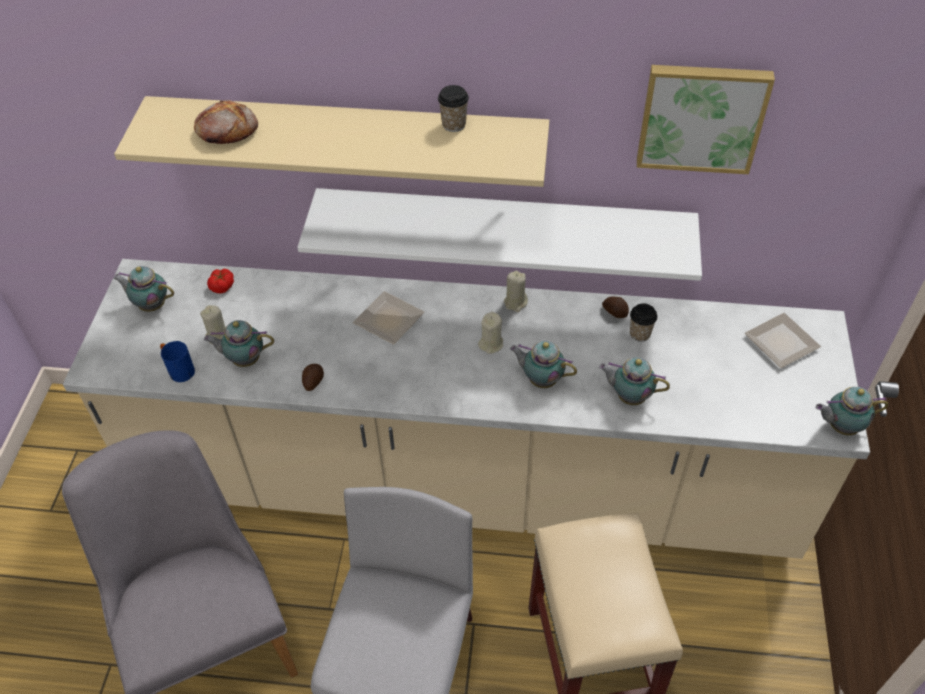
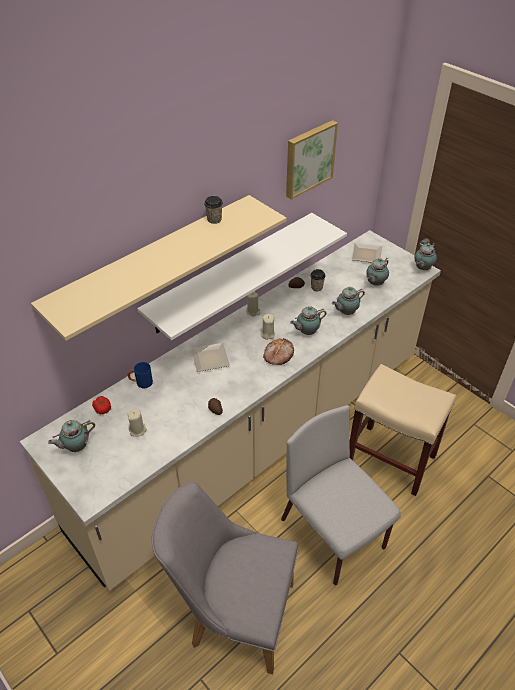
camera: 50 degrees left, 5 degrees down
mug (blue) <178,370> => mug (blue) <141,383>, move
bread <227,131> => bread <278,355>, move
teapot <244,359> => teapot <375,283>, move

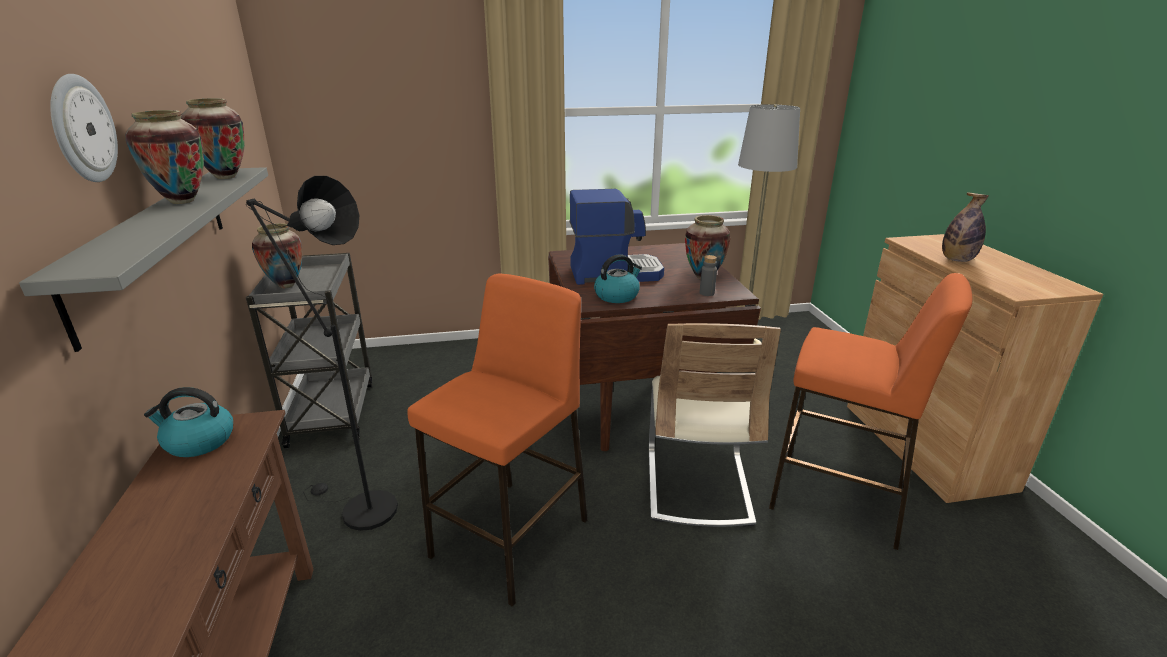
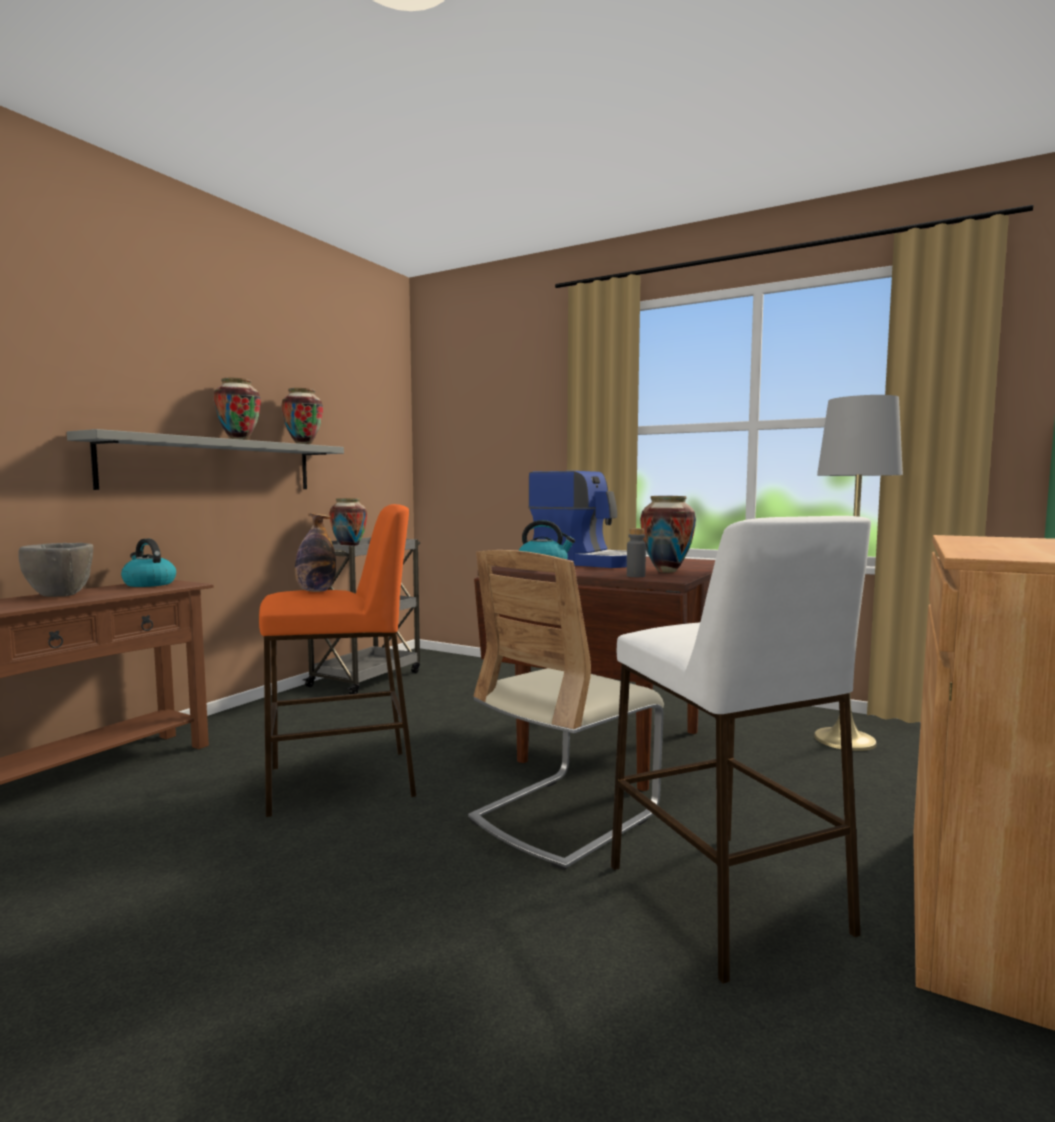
camera: 40 degrees right, 20 degrees down
nothing => bowl (grey) <60,596>
bottle <957,260> => bottle <315,591>, move
stool (orange) <838,497> => stool (white) <726,899>
wall clock <82,129> => nothing
floor lamp (black) <360,509> => nothing

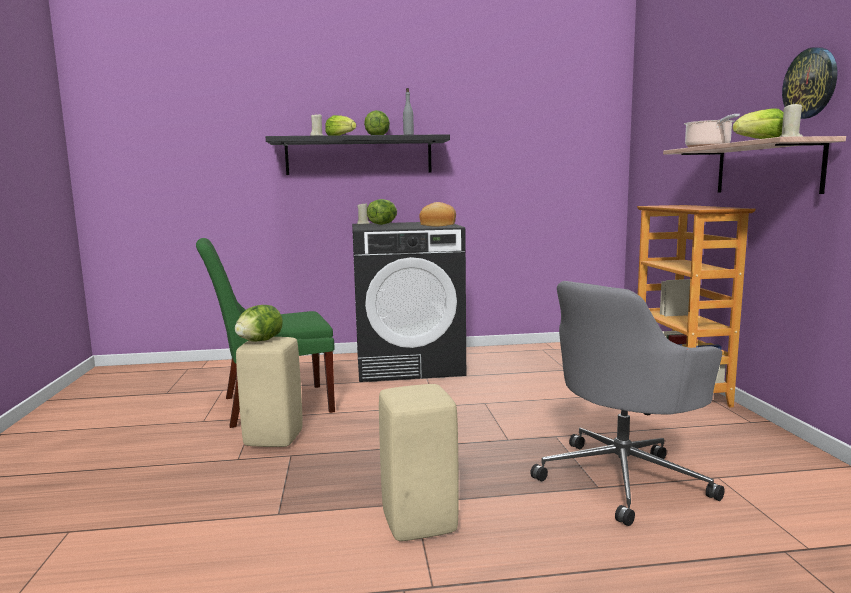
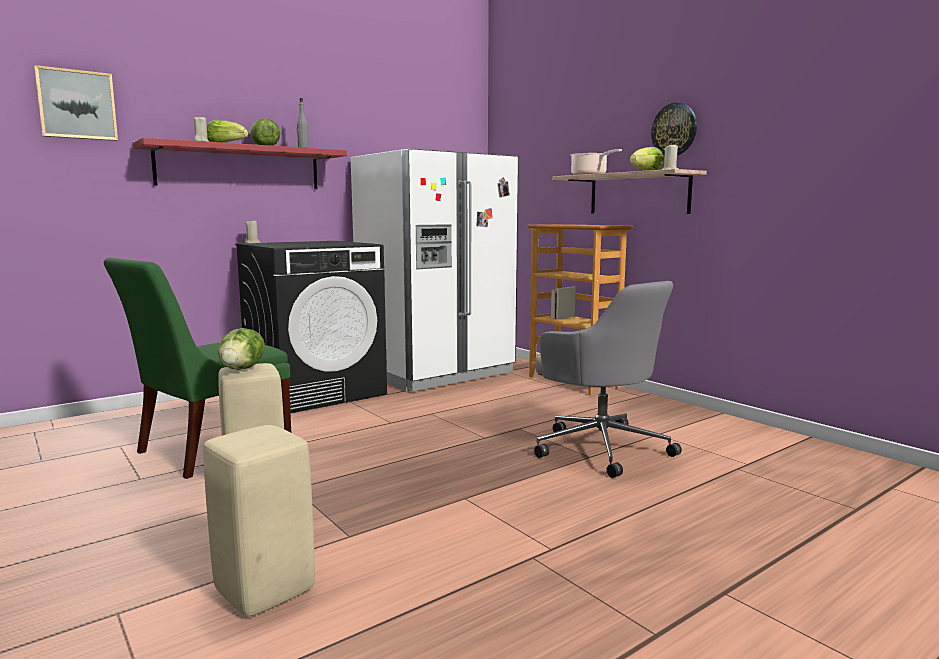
camera: 30 degrees left, 0 degrees up
nothing => picture <77,105>
shelf (black) <359,156> => shelf (red) <240,168>
stool (beige) <418,524> => stool (beige) <264,592>, move
nothing => fridge (white) <436,372>
office chair (grey) <623,478> => office chair (grey) <600,447>, 60 degrees counterclockwise
lettuce <383,224> => nothing
bread <437,225> => nothing

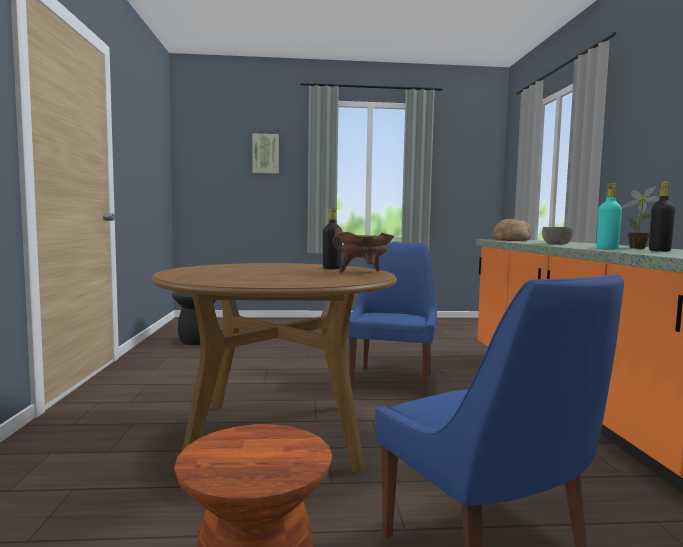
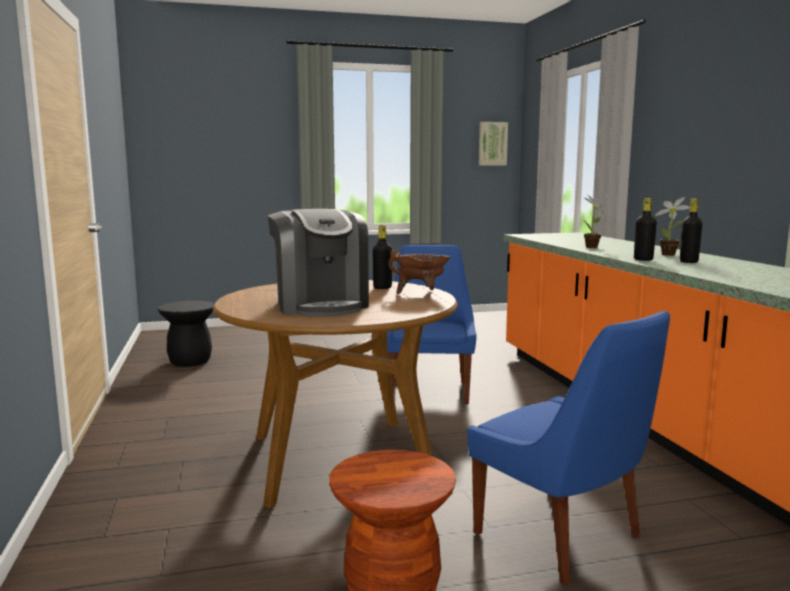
camera: 10 degrees left, 5 degrees up
nothing => coffee machine <320,305>
picture <265,154> => picture <492,144>, move
bowl (grey) <556,244> => potted plant <592,247>
bottle (turquoise) <607,249> => bottle (black) <643,260>
bread <511,240> => nothing

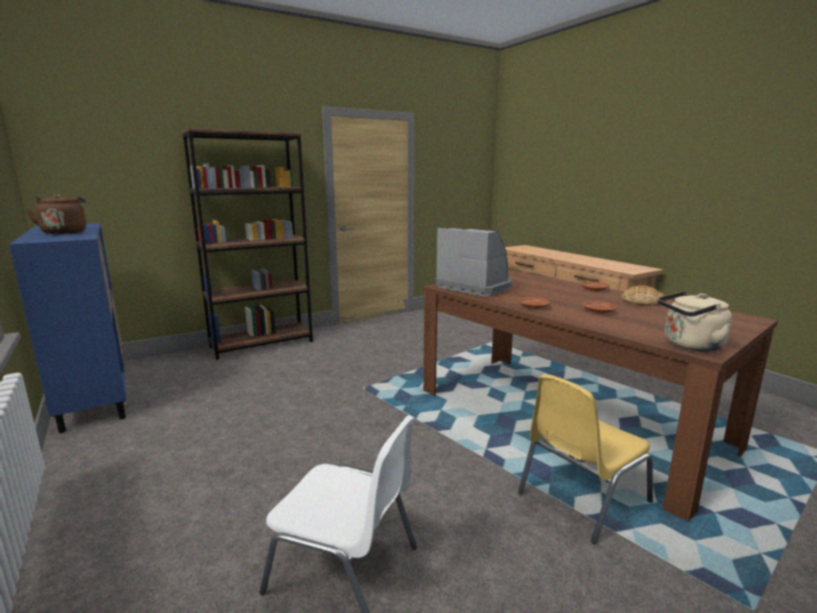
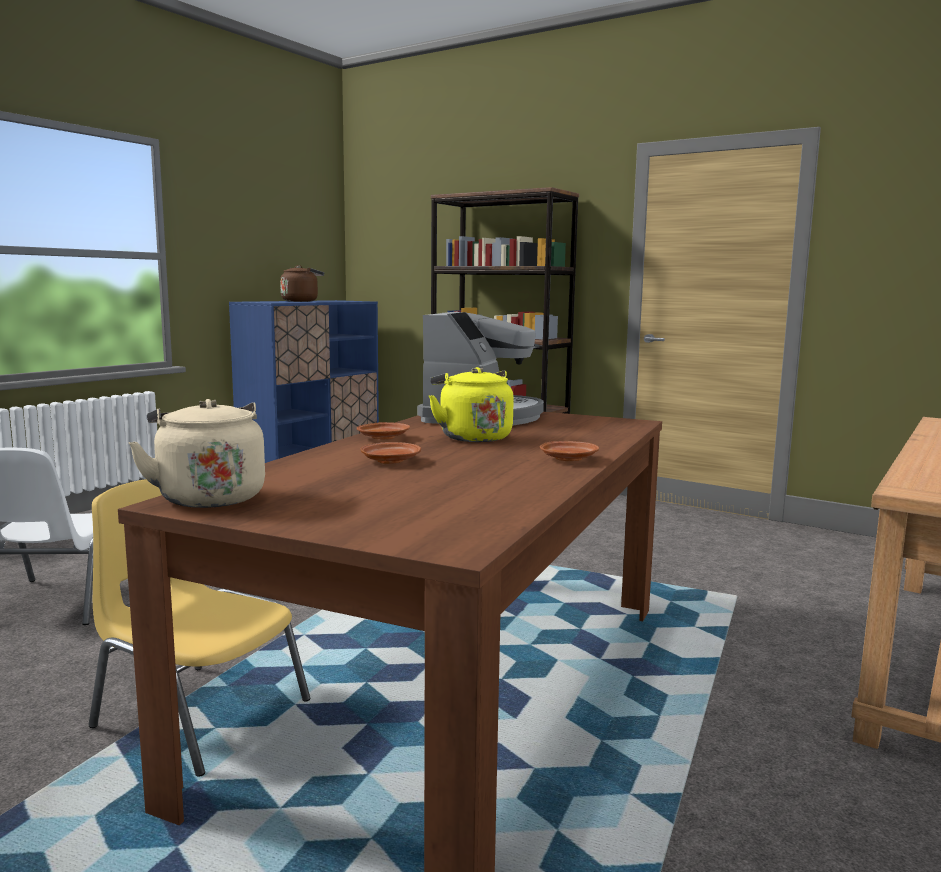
camera: 65 degrees right, 5 degrees down
nothing => kettle (yellow) <472,437>
bread <642,301> => nothing

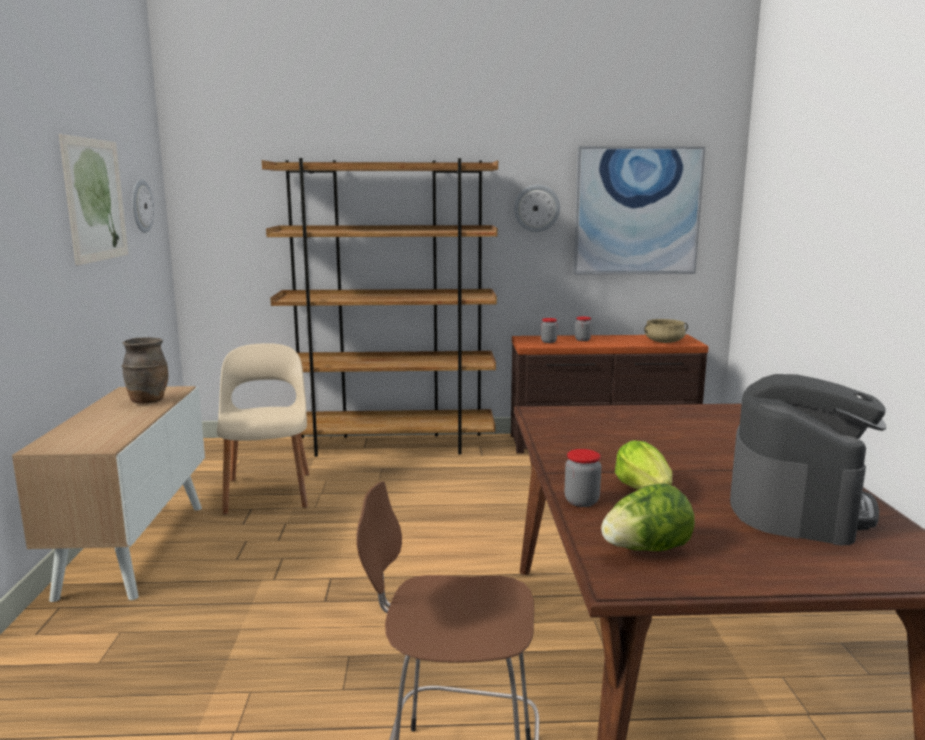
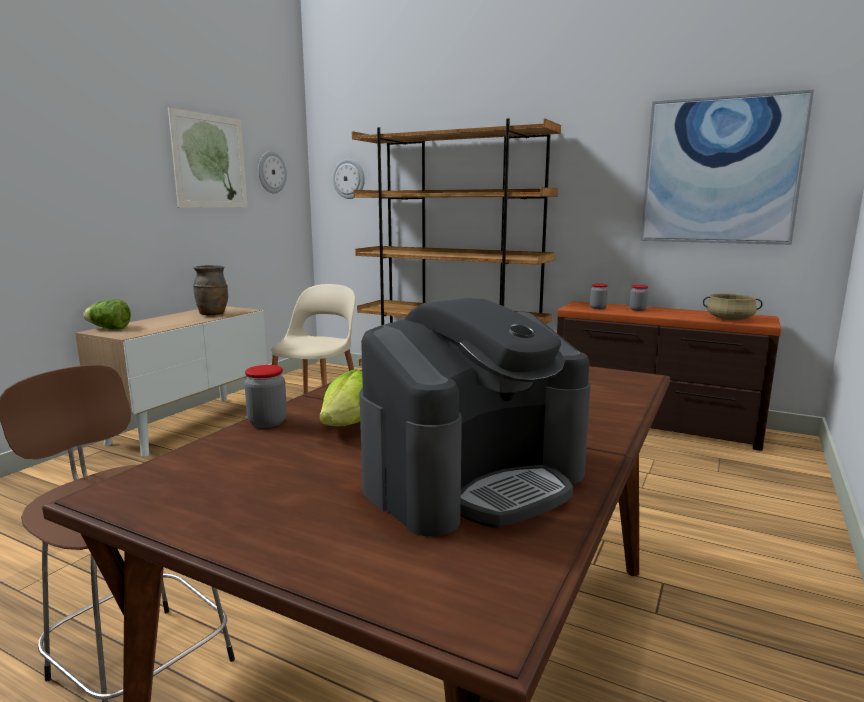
camera: 30 degrees right, 0 degrees up
lettuce <646,550> => lettuce <109,329>, move
wall clock <536,208> => wall clock <349,179>, move

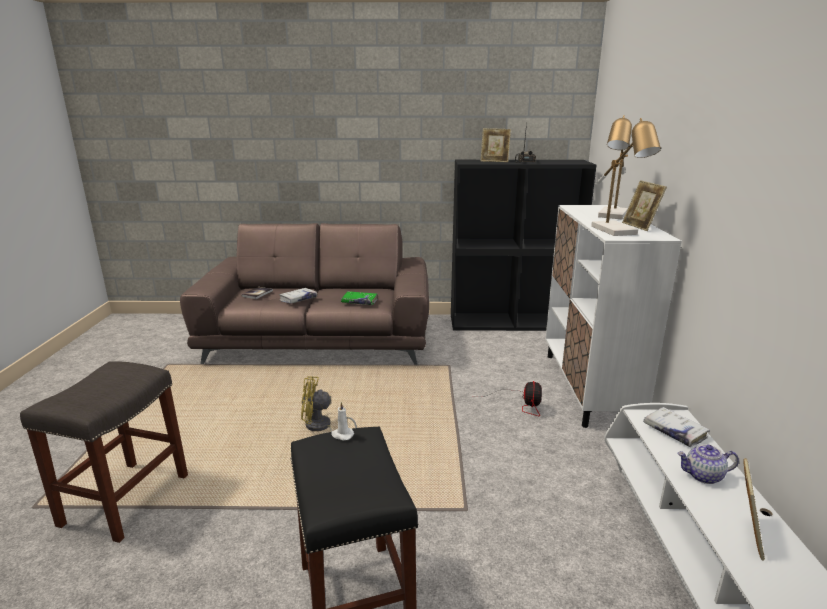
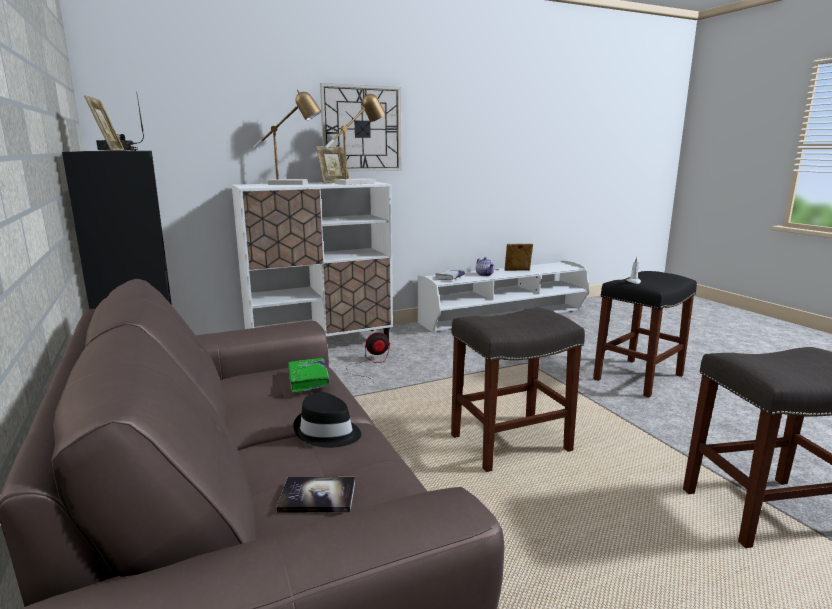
camera: 115 degrees left, 5 degrees down
book (white) <298,299> => hat (black) <327,432>
nothing => wall clock <362,129>
fan (yellow) <321,428> => stool (grey) <511,442>

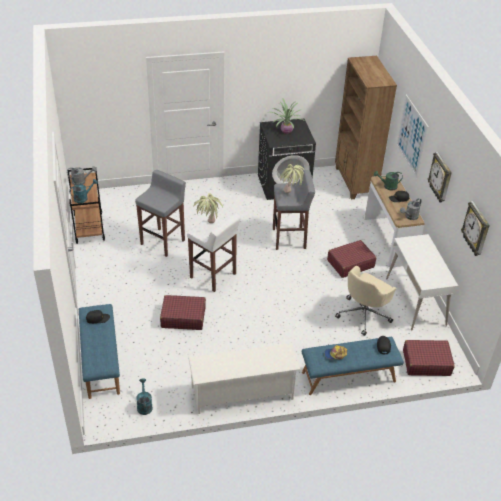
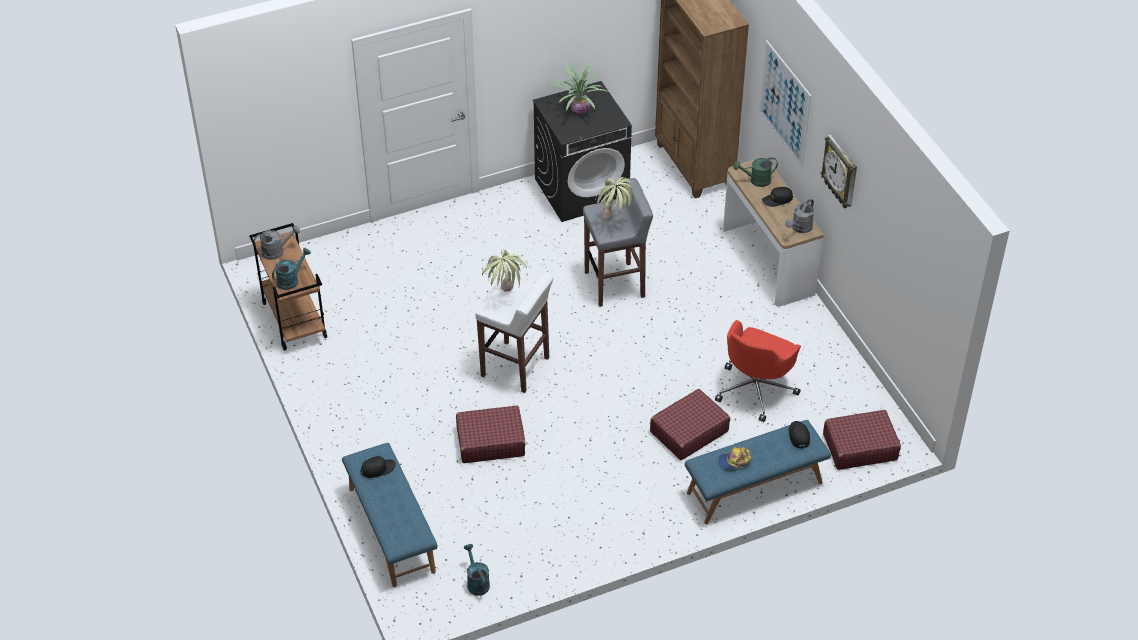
camera: 10 degrees left, 5 degrees up
suitcase (red) <350,264> => suitcase (red) <688,431>, move
office chair (beige) <364,314> => office chair (red) <756,389>
stool (grey) <163,242> => nothing
shoe rack (white) <242,393> => nothing
desk (white) <415,301> => nothing
wall clock <476,229> => nothing

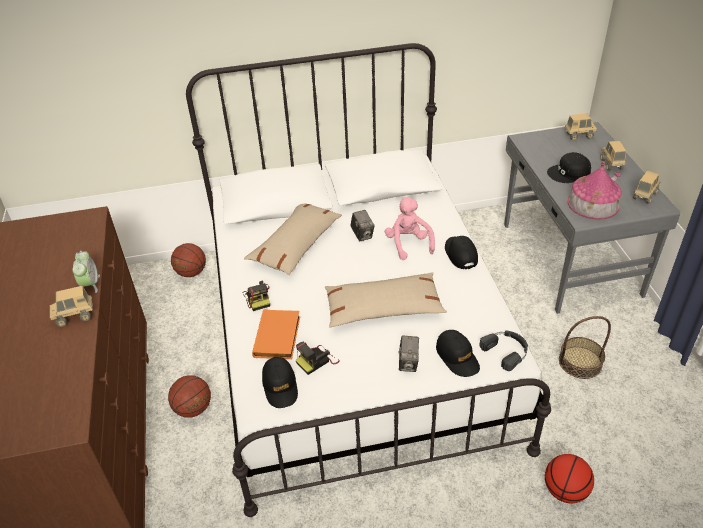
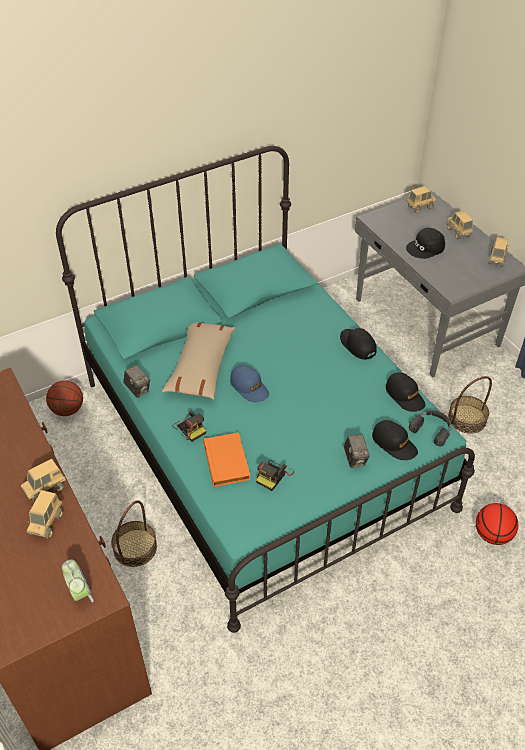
camera: 20 degrees left, 5 degrees up
nothing => toy truck <47,524>
bed (white) <355,339> => bed (turquoise) <262,442>
alarm clock <90,284> => alarm clock <80,592>, move
basketball <193,409> => basket <135,547>
photo camera <362,235> => photo camera <138,389>, move
nothing => cap (blue) <249,387>
cap (black) <280,386> => cap (black) <405,396>, move
pillow (beige) <383,308> => nothing
plush toy (pink) <408,244> => nothing
toy house <593,203> => nothing

